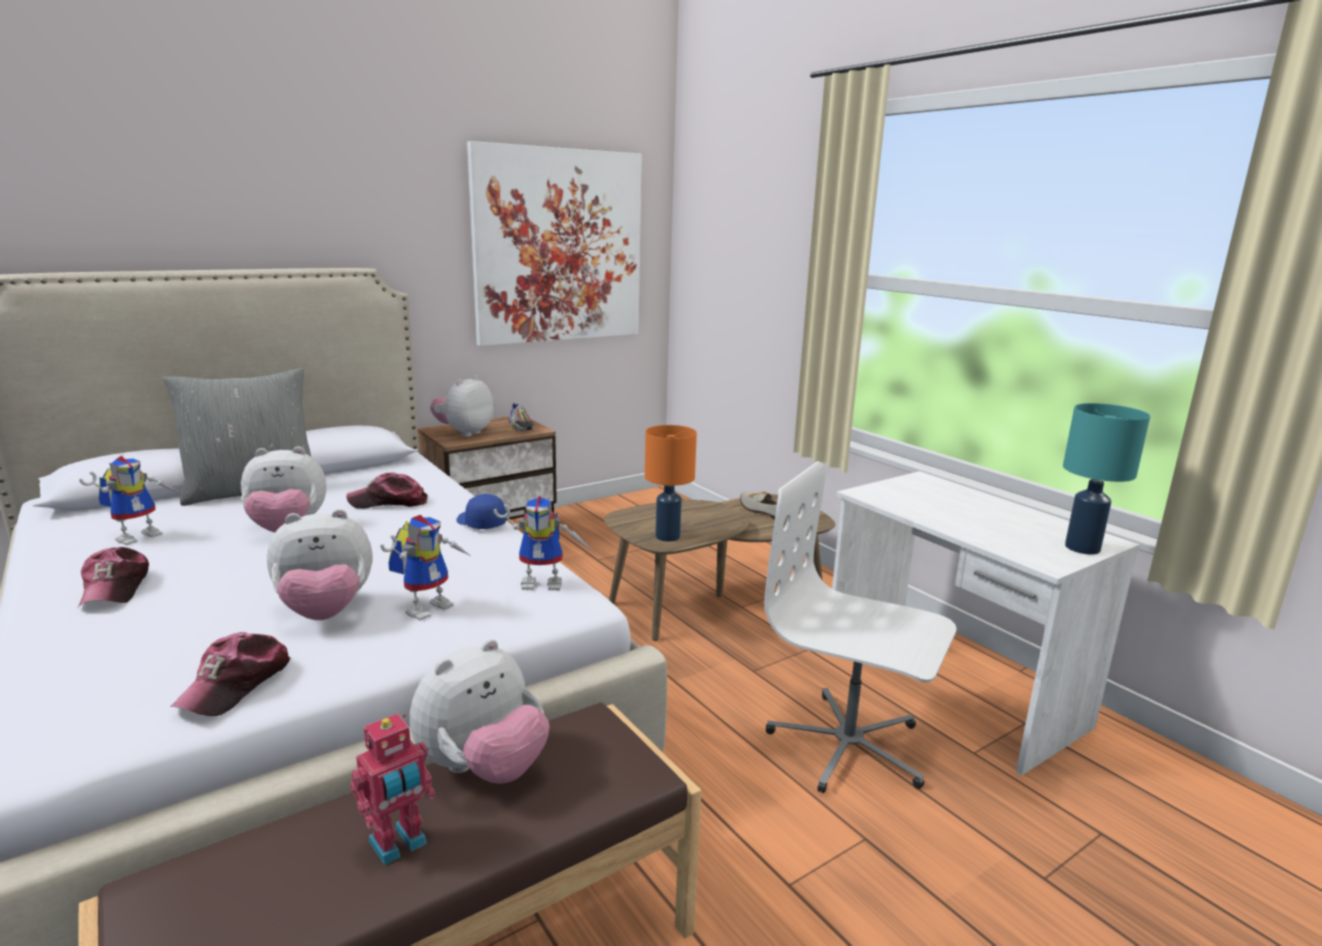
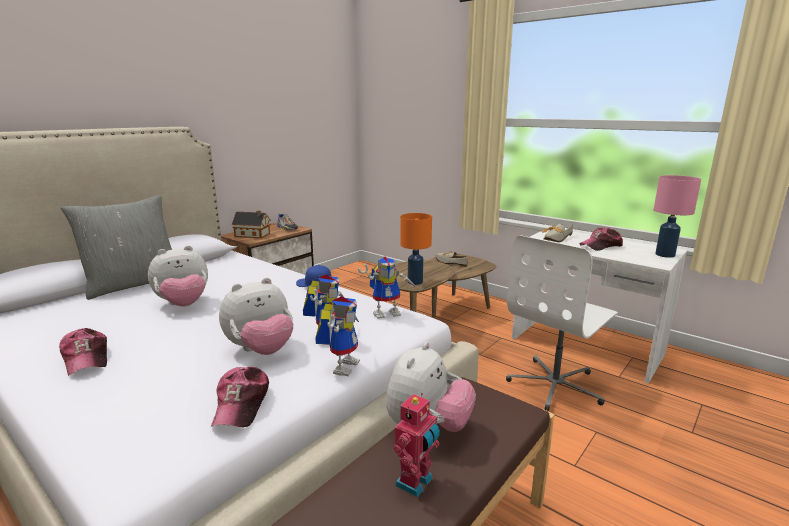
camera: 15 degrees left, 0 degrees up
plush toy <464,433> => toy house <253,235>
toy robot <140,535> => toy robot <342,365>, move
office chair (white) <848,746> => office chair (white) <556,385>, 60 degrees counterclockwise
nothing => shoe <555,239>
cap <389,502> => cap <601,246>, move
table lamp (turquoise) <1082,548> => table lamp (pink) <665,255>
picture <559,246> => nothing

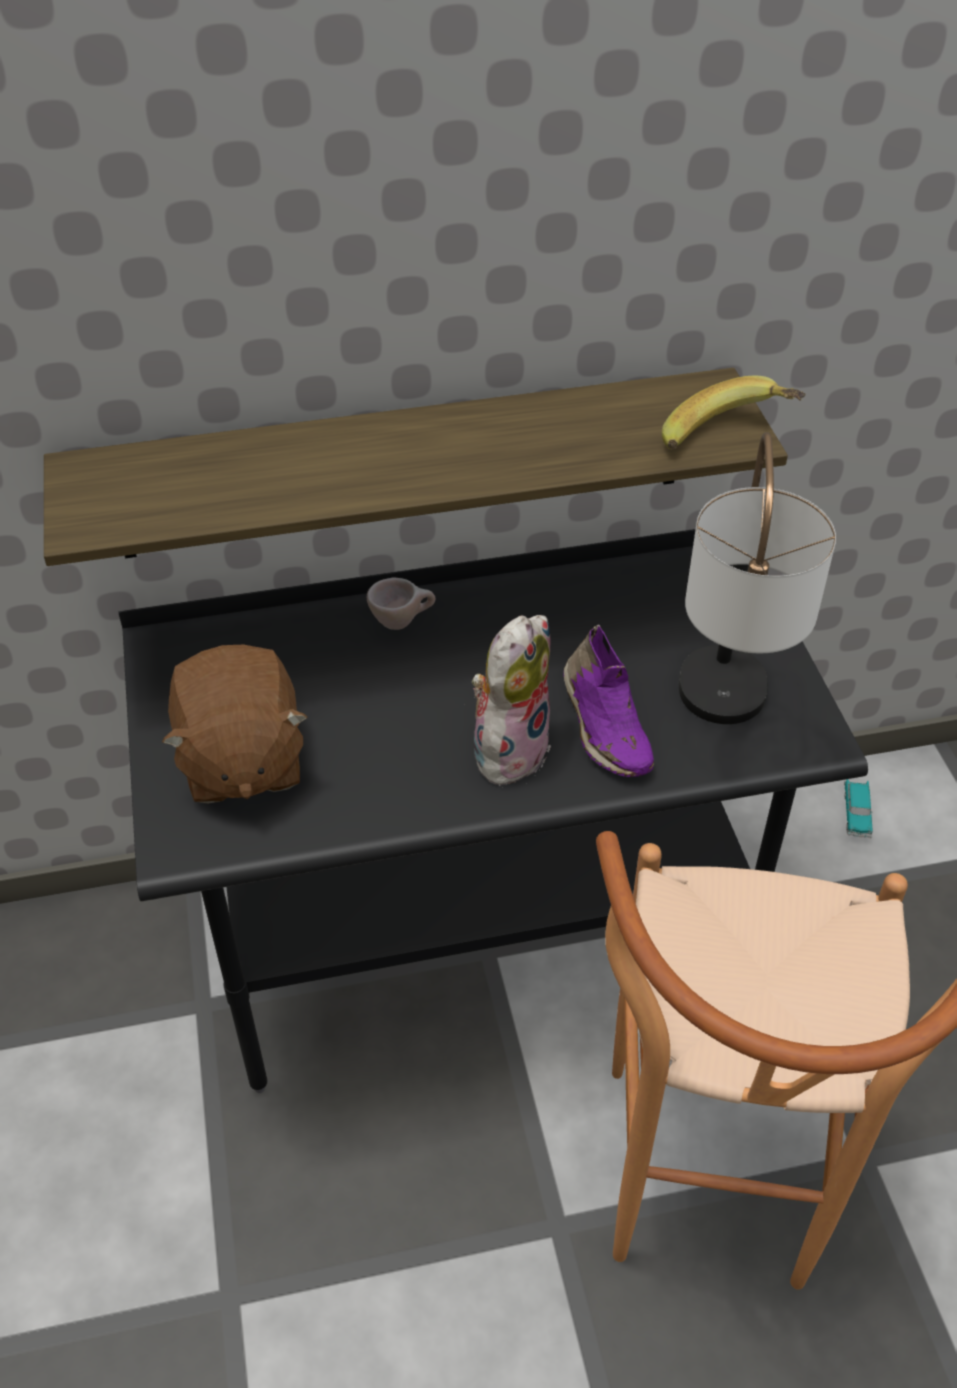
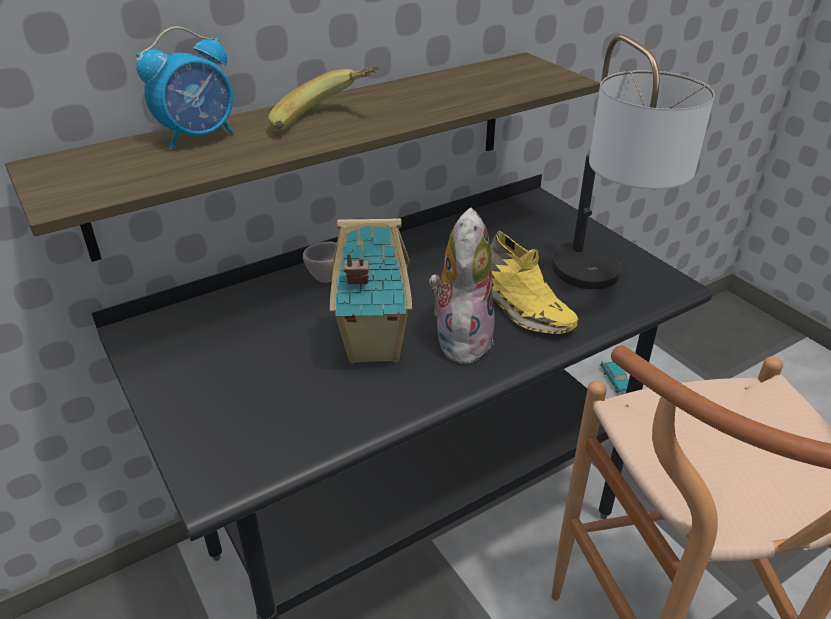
camera: 20 degrees left, 10 degrees down
nothing => alarm clock <199,137>
banana <728,441> => banana <326,123>, move
nothing => toy house <372,347>
shoe (purple) <604,724> => shoe (yellow) <520,307>
plush toy (brown) <240,760> => nothing

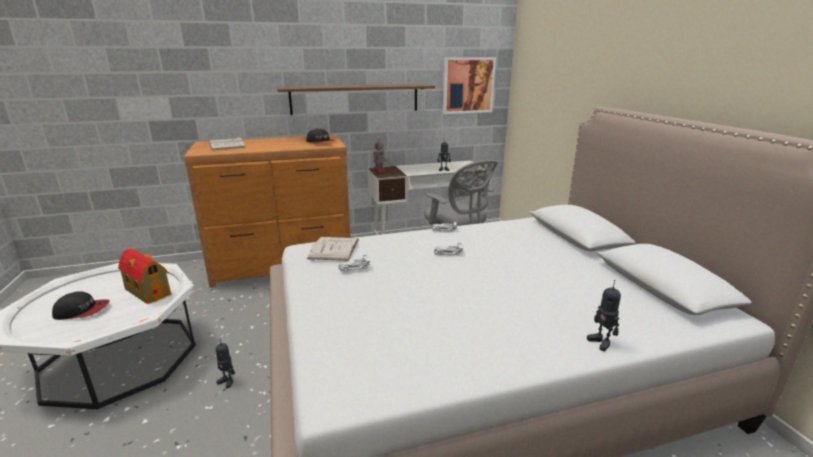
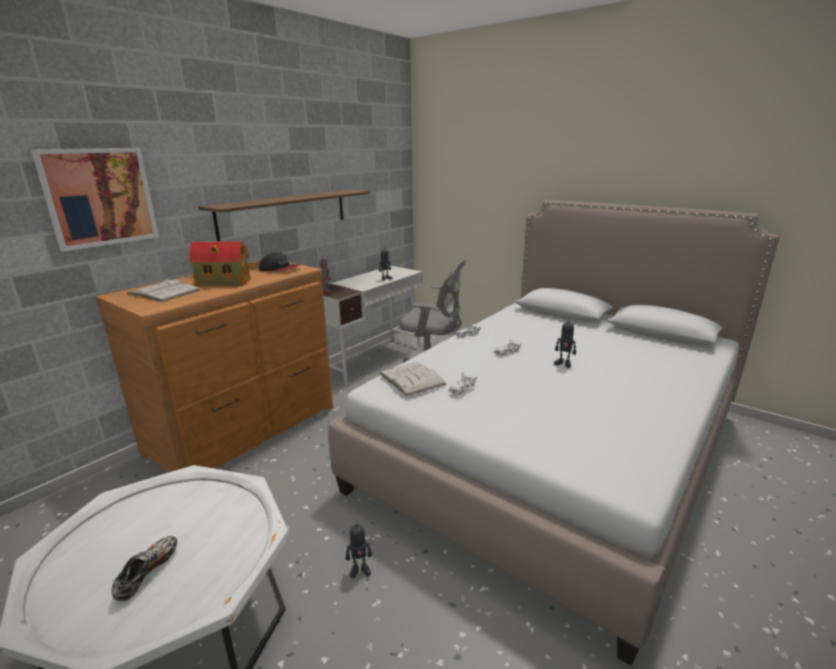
camera: 35 degrees left, 0 degrees up
picture <468,85> => picture <99,197>, move
cap <82,311> => shoe <148,573>
toy house <147,291> => toy house <222,282>, move
toy robot <601,342> => toy robot <563,363>, move

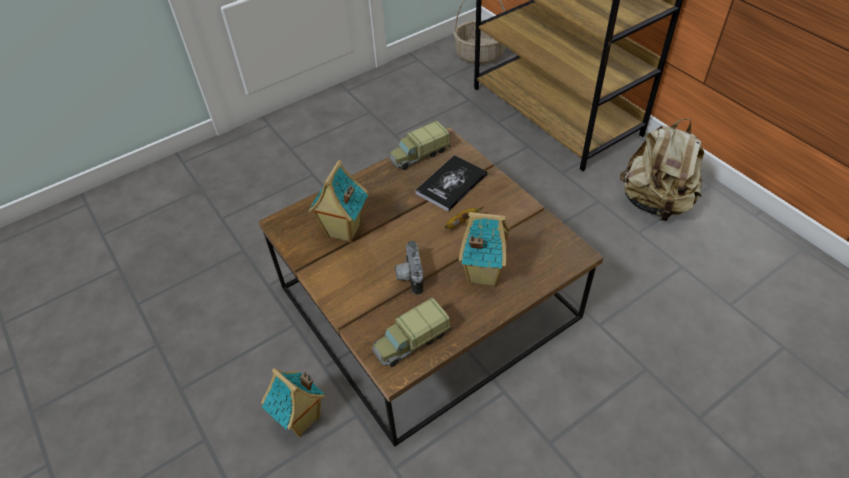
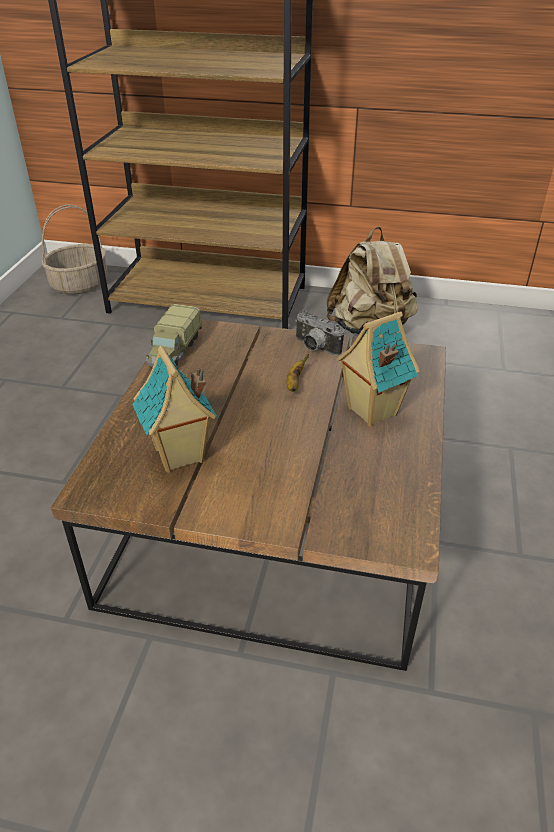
camera: 45 degrees left, 10 degrees down
photo camera <408,276> => photo camera <314,348>, move
toy house <301,420> => nothing
toy truck <411,341> => nothing
book <451,184> => nothing

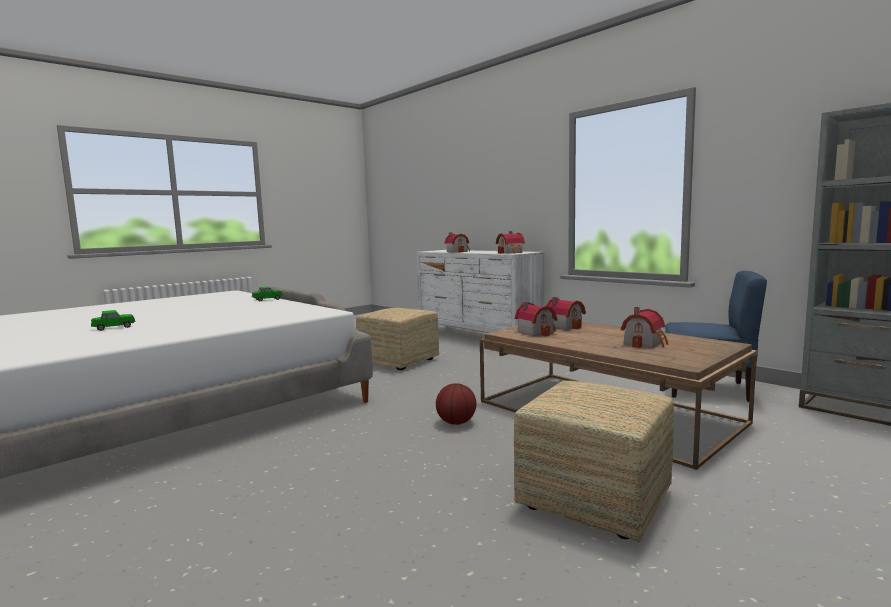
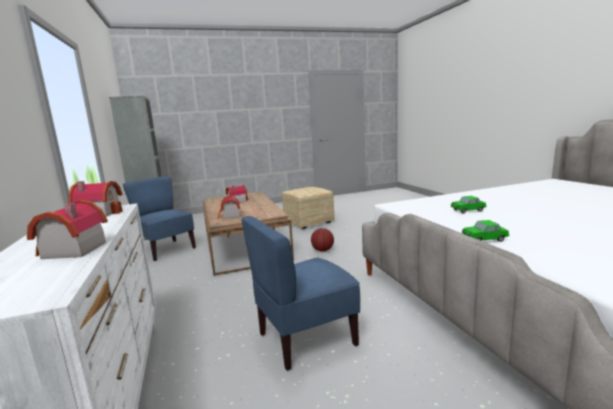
camera: 155 degrees left, 5 degrees up
ottoman <400,361> => chair (blue) <306,338>
toy car <114,327> => toy car <468,210>, move
toy house <537,332> => nothing

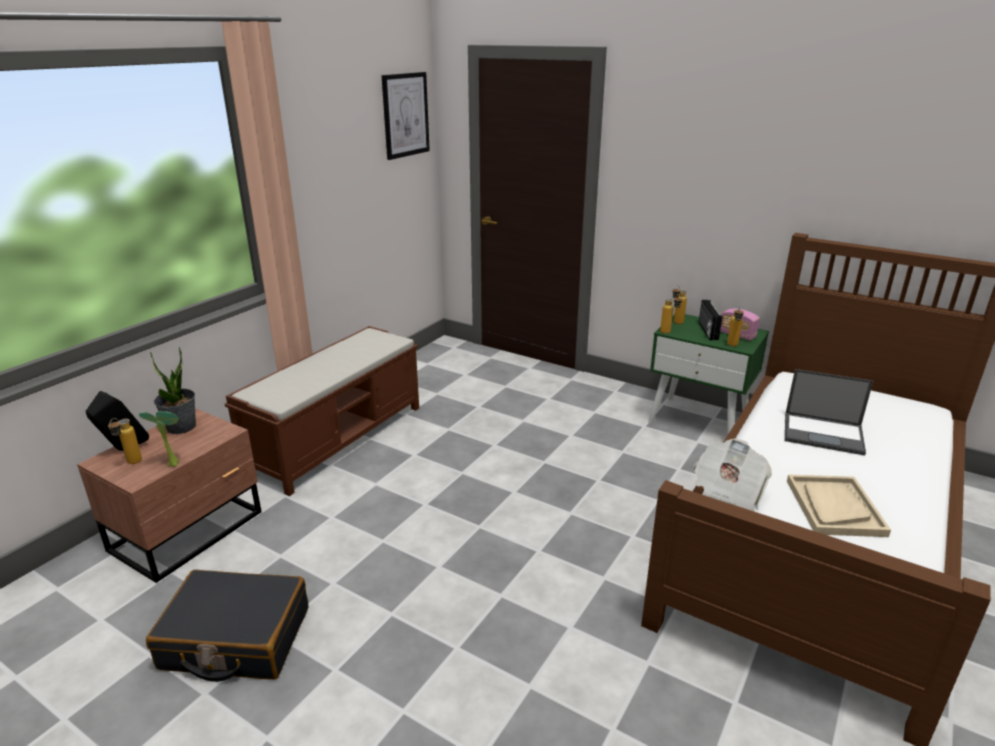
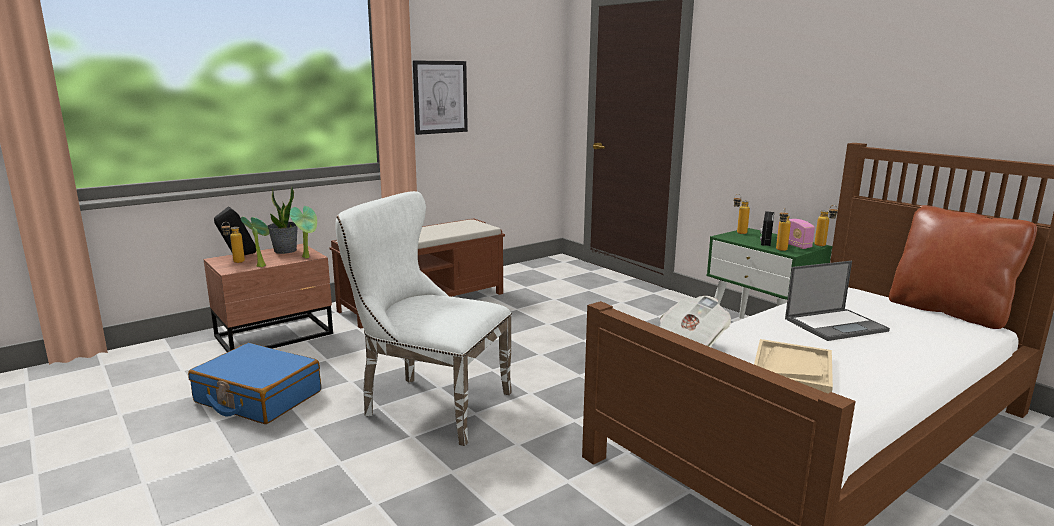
camera: 20 degrees right, 10 degrees down
suitcase (black) <235,639> => suitcase (blue) <257,397>
nothing => potted plant <308,257>
nothing => chair (white) <428,404>
picture <405,115> => picture <440,97>, move
laptop <824,434> => laptop <836,325>, 60 degrees counterclockwise
bottle <669,333> => bottle <823,246>, move
nothing => pillow (brown) <948,312>

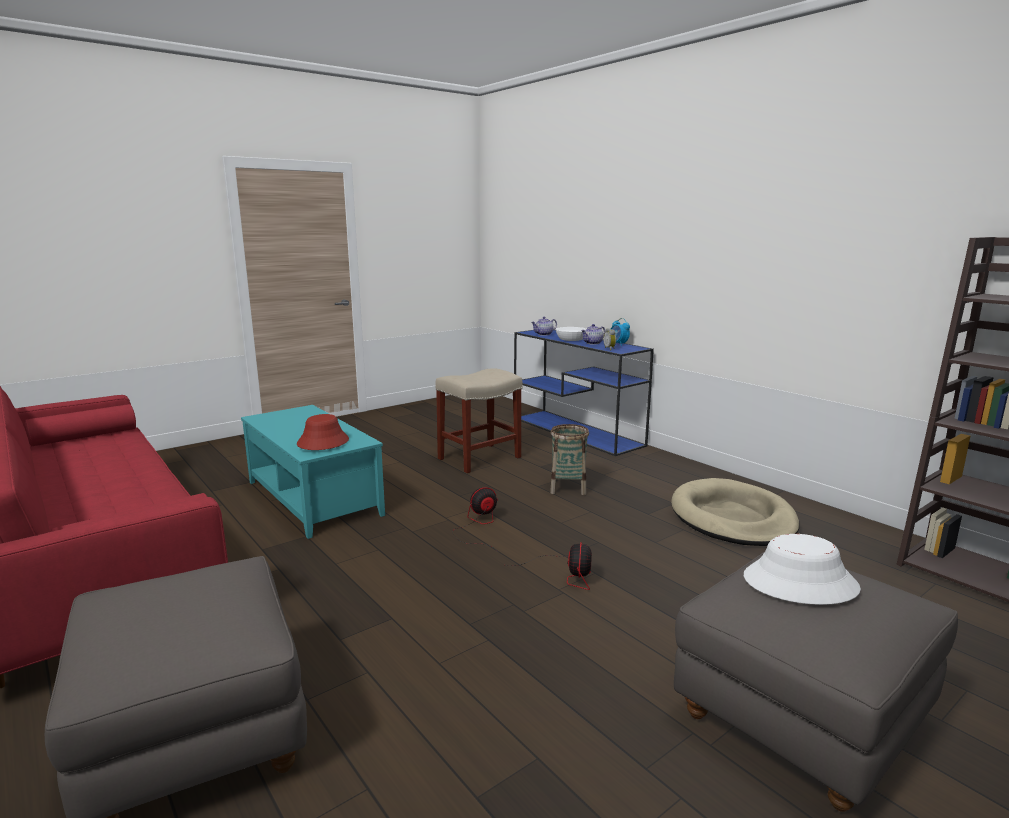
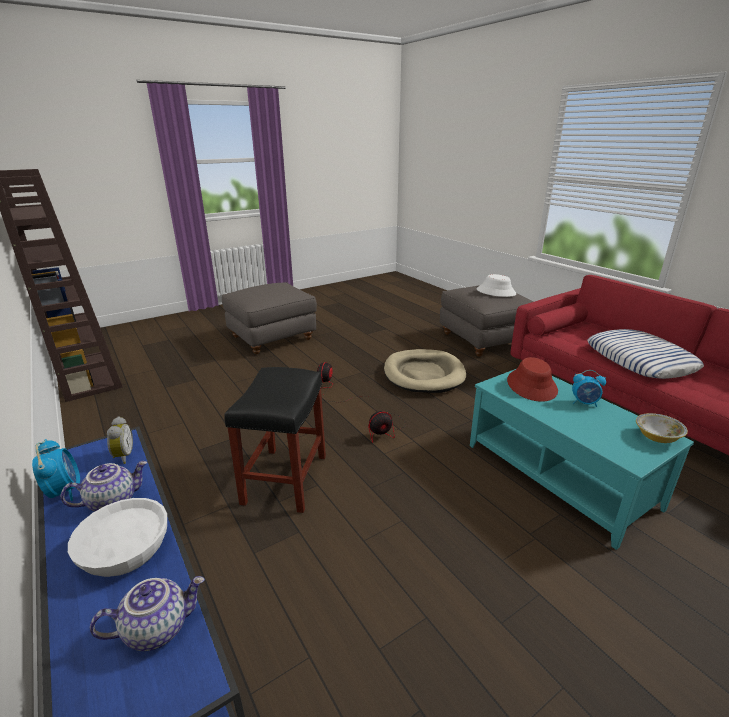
camera: 175 degrees left, 10 degrees up
basket <568,487> => stool (black) <285,480>
dog bed (beige) <732,518> => dog bed (beige) <423,374>, move
hat (white) <800,583> => hat (white) <496,292>, move
nothing => alarm clock <584,403>
nothing => pillow <640,360>
nothing => bowl <657,437>
stool (beige) <480,458> => nothing

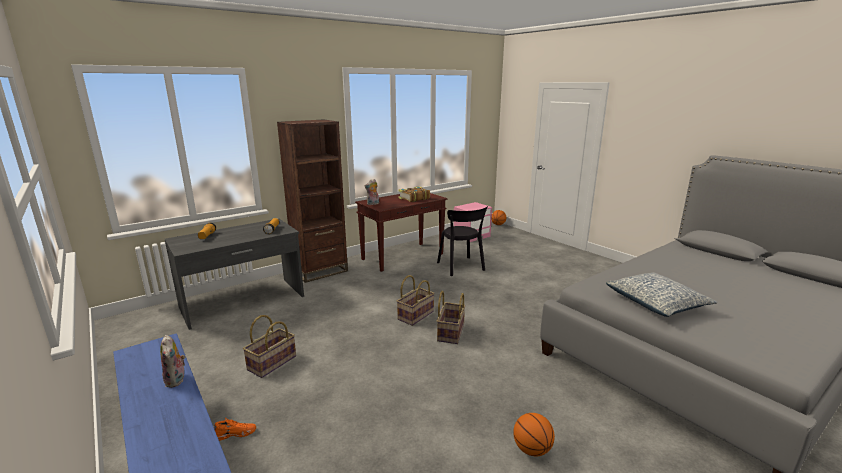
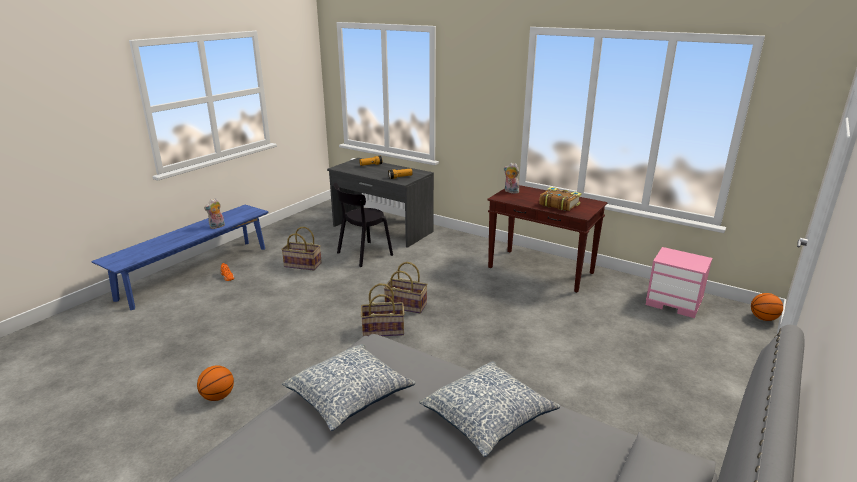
camera: 70 degrees right, 5 degrees up
chair (black) <461,267> => chair (black) <362,255>, move
nothing => pillow <488,417>
bookcase (brown) <320,271> => nothing

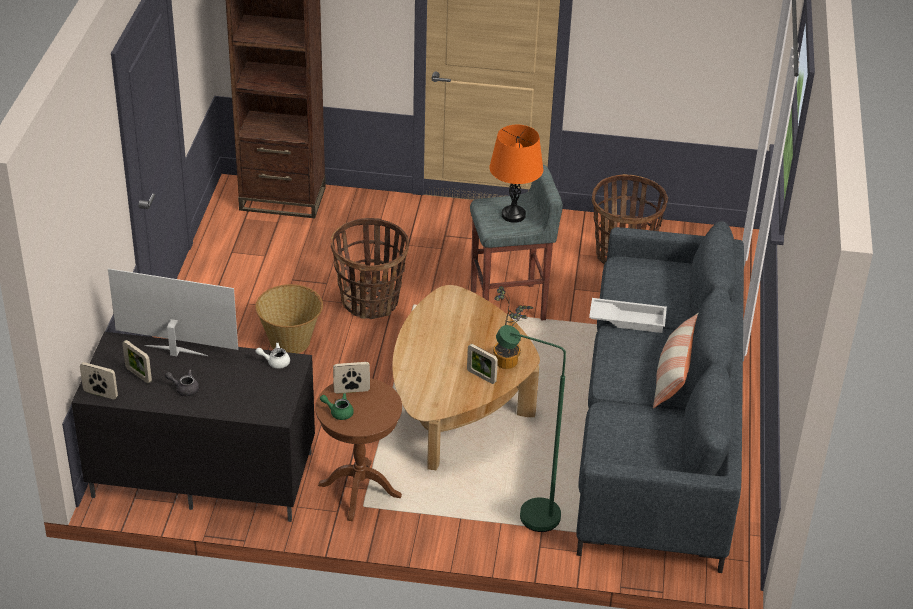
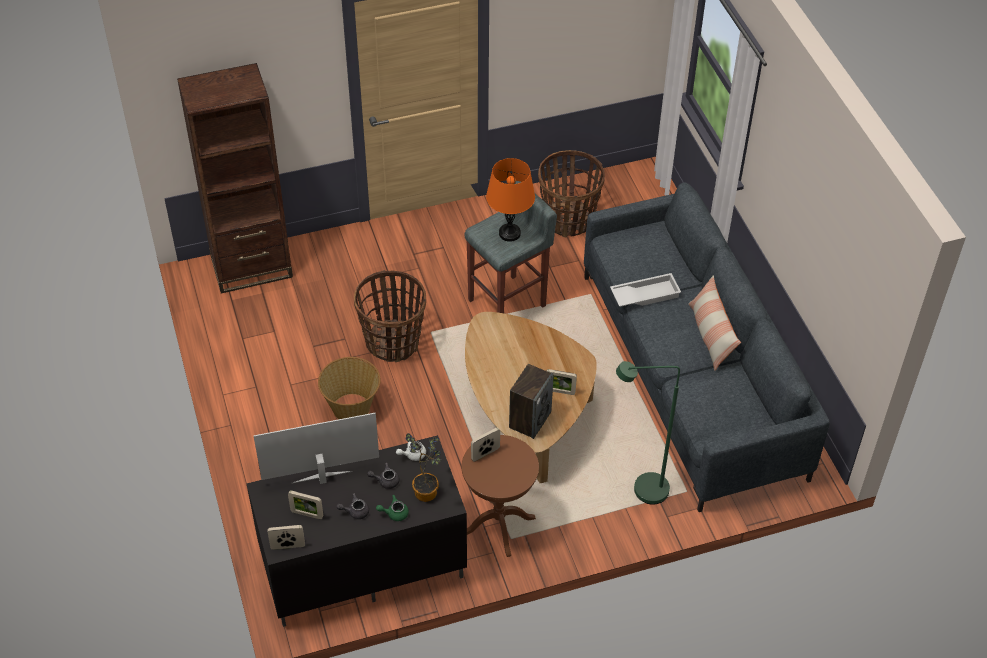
camera: 25 degrees left, 10 degrees up
nothing => teapot (grey) <385,480>
teapot (green) <338,412> => teapot (green) <394,513>, move
potted plant <509,360> => potted plant <427,490>, move
nothing => speaker <530,419>

